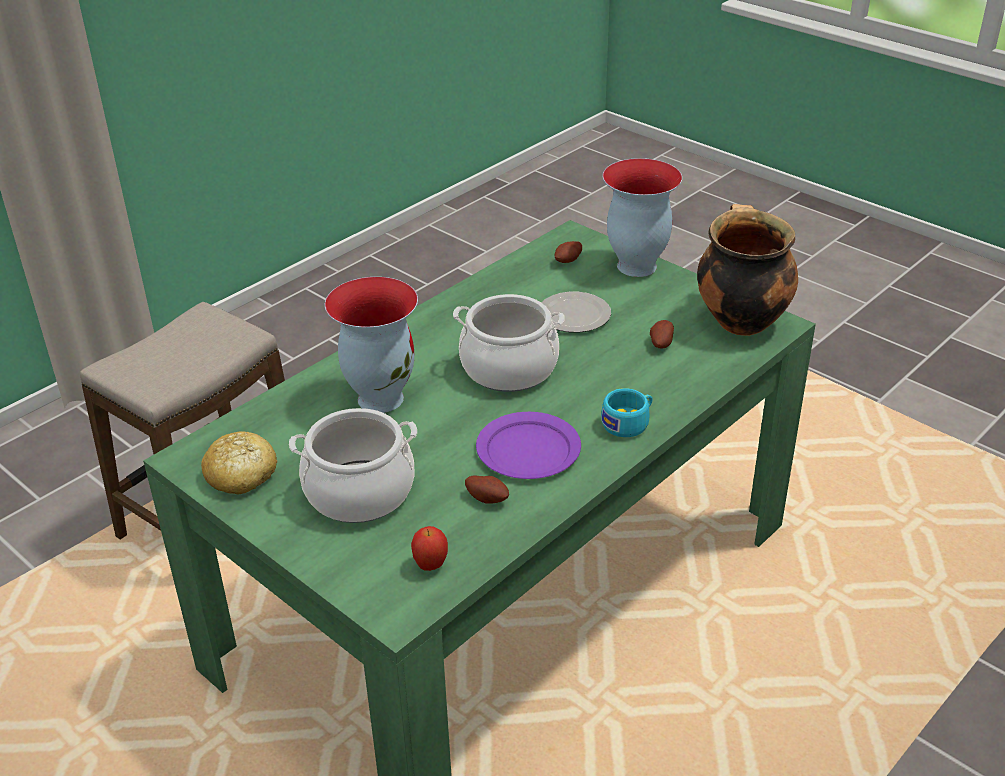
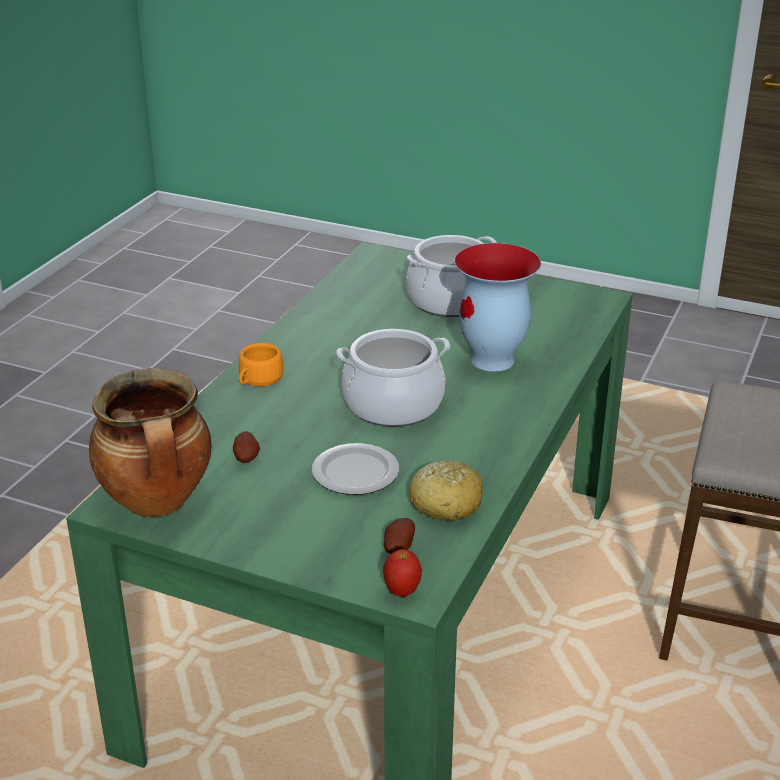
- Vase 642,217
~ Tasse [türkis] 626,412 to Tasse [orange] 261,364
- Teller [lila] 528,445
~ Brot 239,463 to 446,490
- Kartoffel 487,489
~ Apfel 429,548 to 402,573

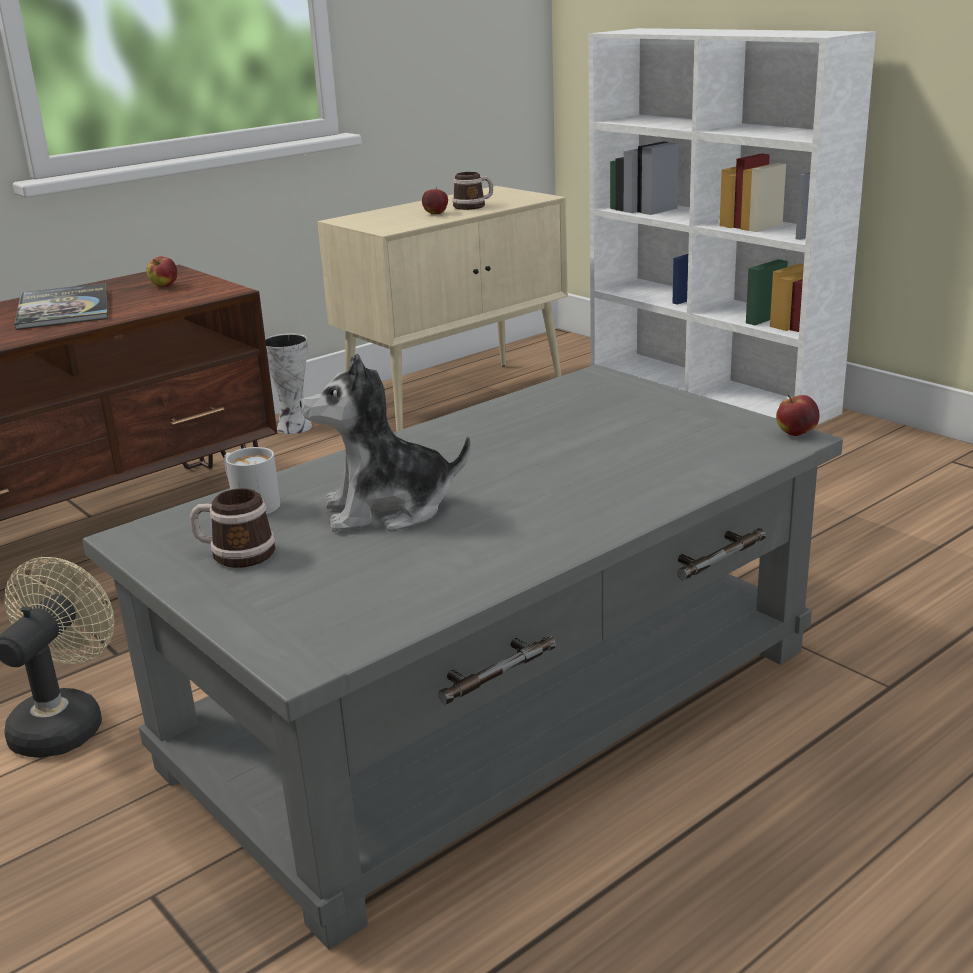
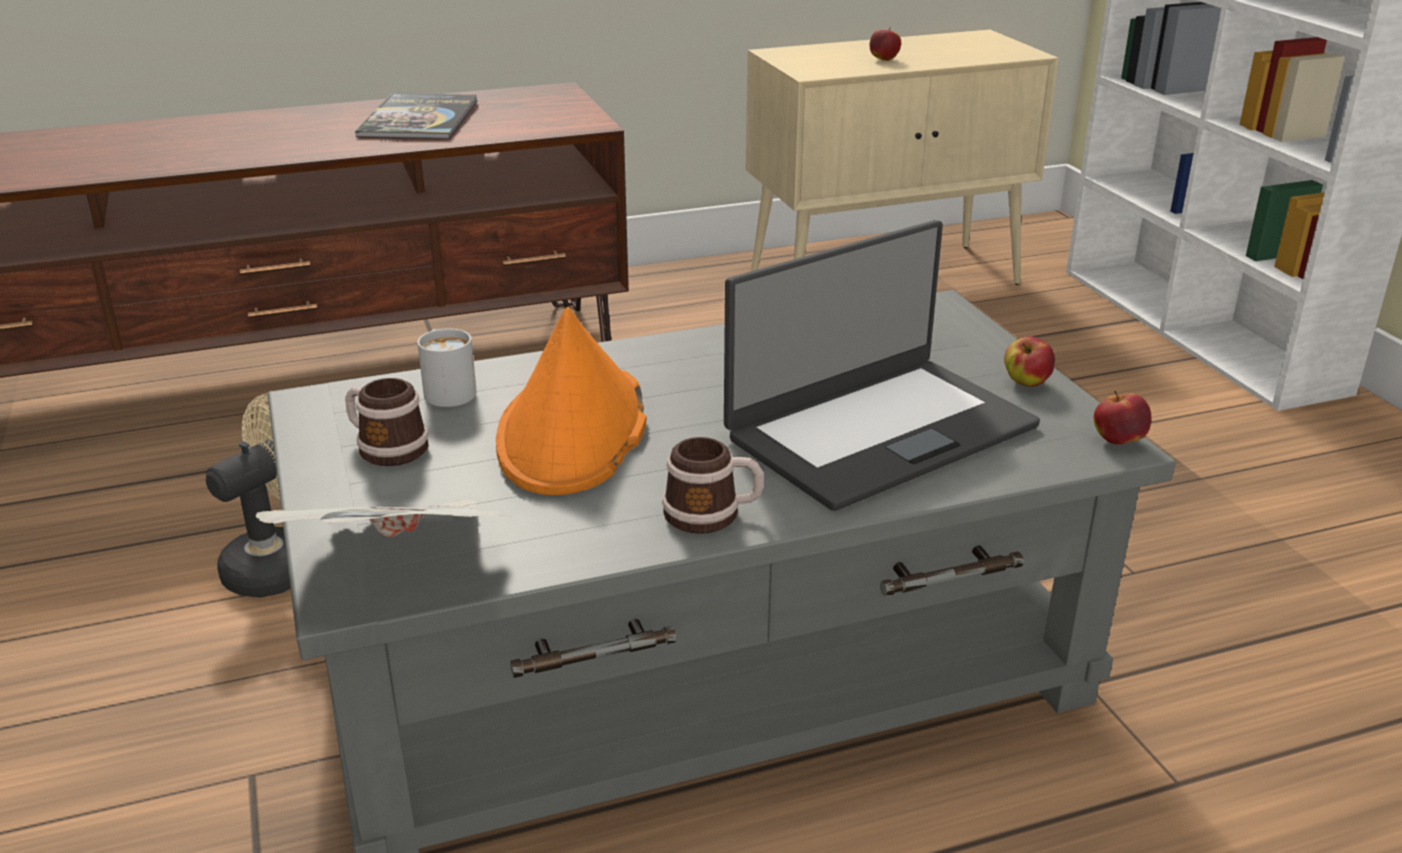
~ Henkelbecher 472,191 to 713,485
~ Apfel 161,271 to 1029,361
- Vase 288,383
~ Plüschtier 385,442 to Hut [orange] 571,401
+ Laptop 882,365
+ Zeitung 383,518

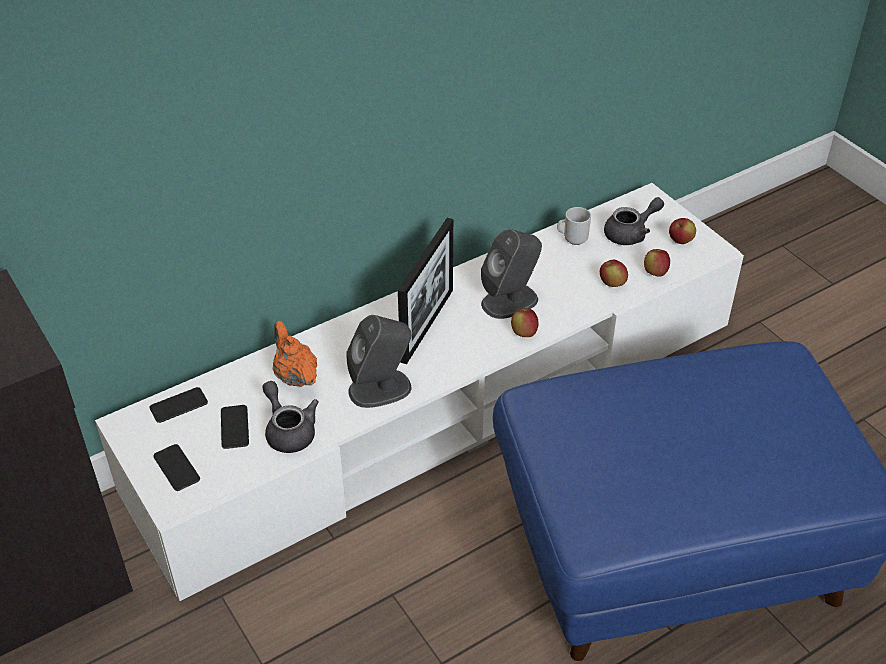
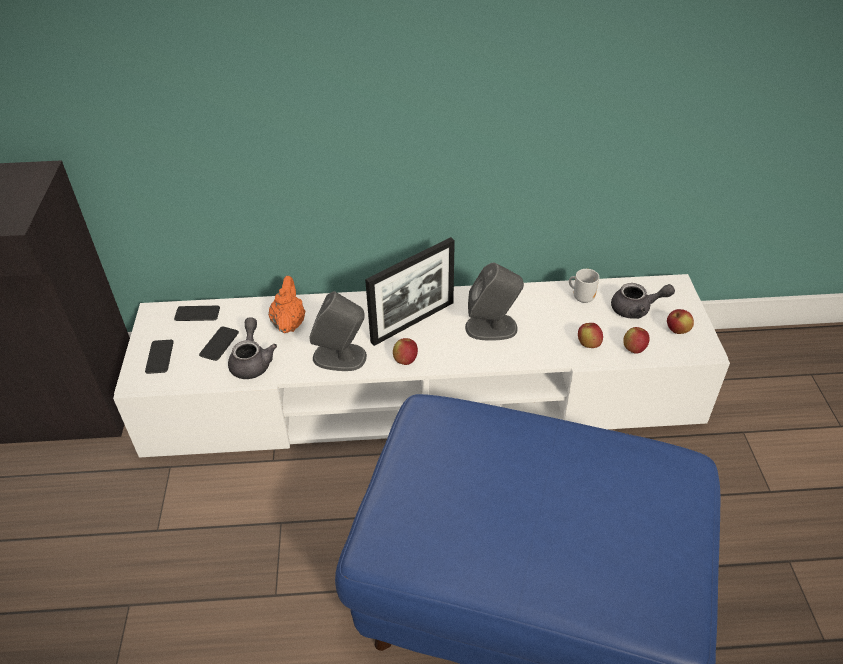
~ Apfel 525,322 to 405,351

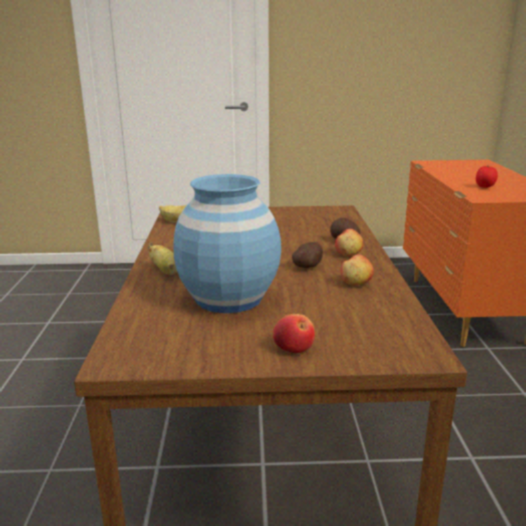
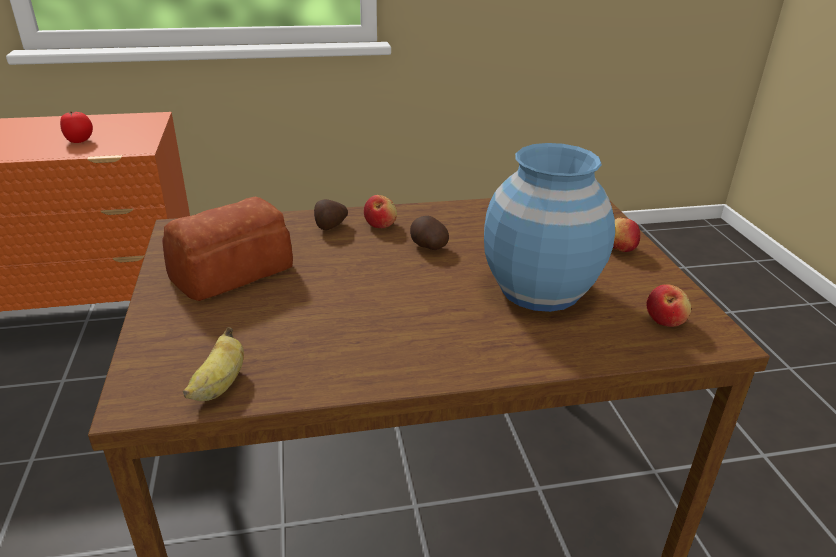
- Banane 162,258
~ Apfel 357,269 to 668,305
+ Brot 227,249

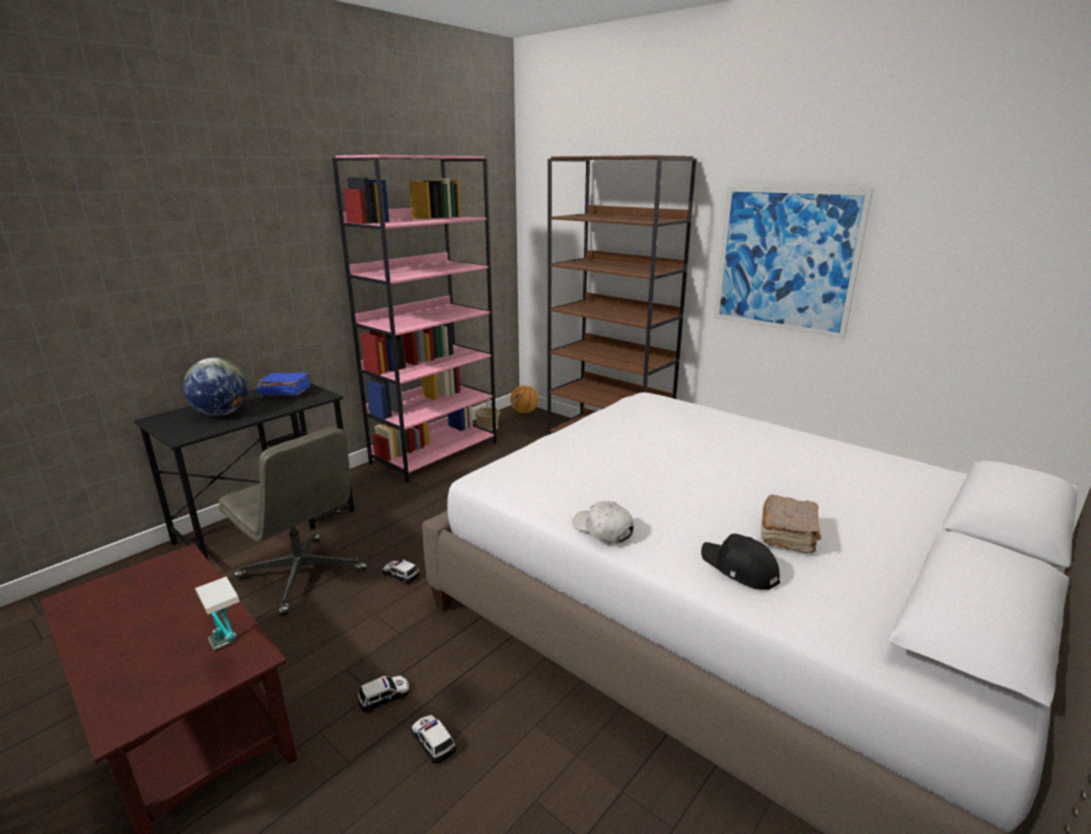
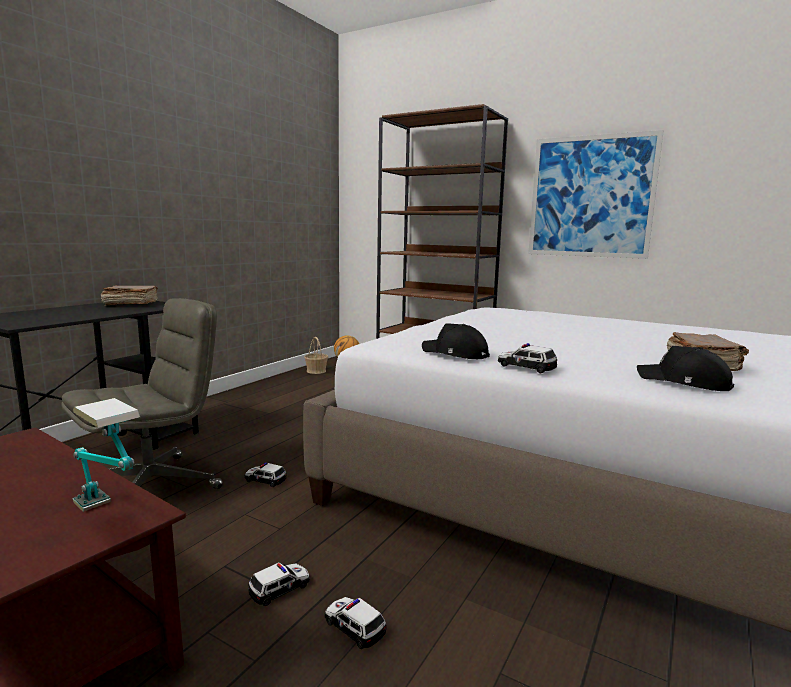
- Bücherregal [rosa] 414,319
- Globus 215,387
~ Buch [blau] 283,384 to Buch [braun] 129,296
~ Bürostuhl [grau] 293,521 = 142,393 75 degrees counterclockwise
~ Kappe [weiß] 603,522 to Spielzeugauto 527,358
+ Kappe [schwarz] 456,341

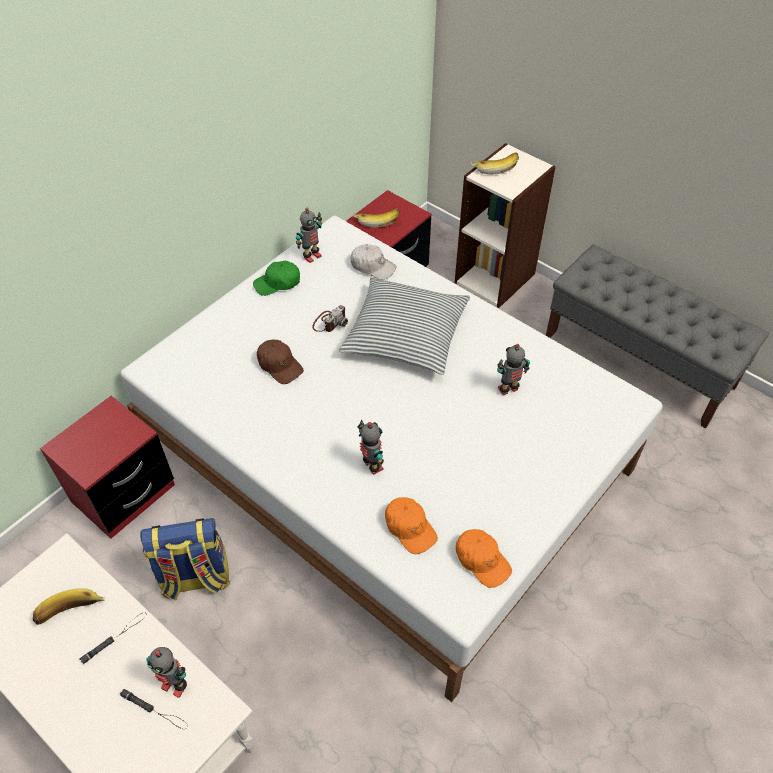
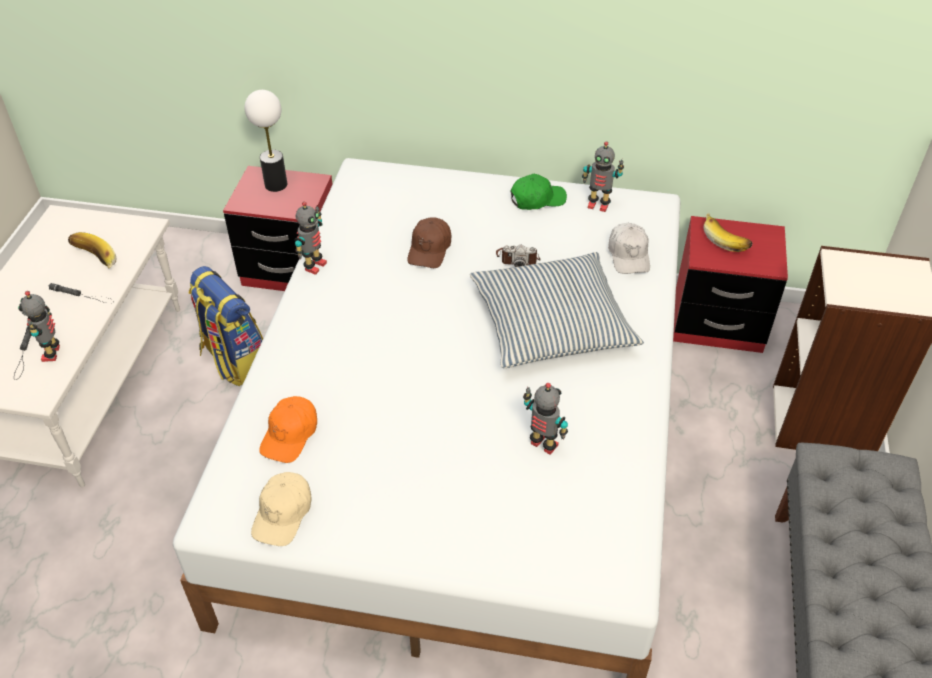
- Banane 495,163
~ Kappe [grün] 276,278 = 538,192 120 degrees clockwise
~ Spielzeugroboter 371,447 to 311,238
~ Kappe [orange] 484,558 to Kappe [beige] 281,509
+ Tischlampe 265,141

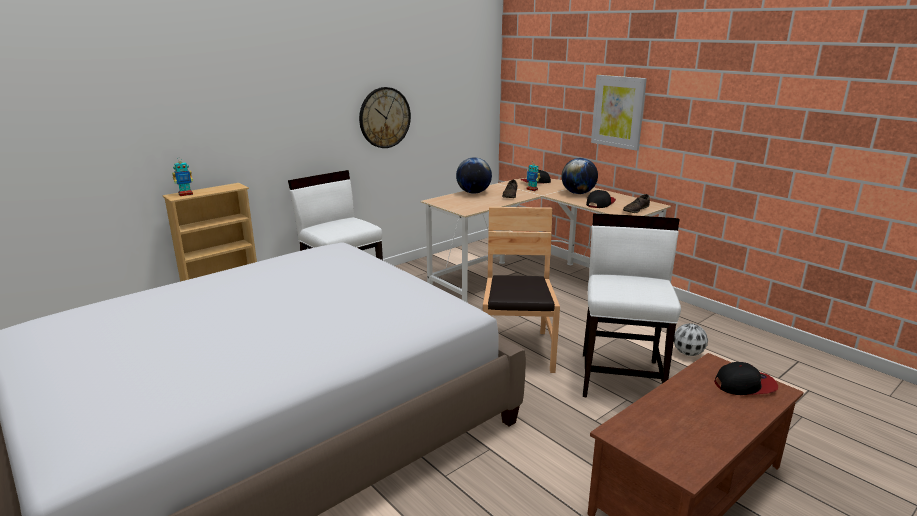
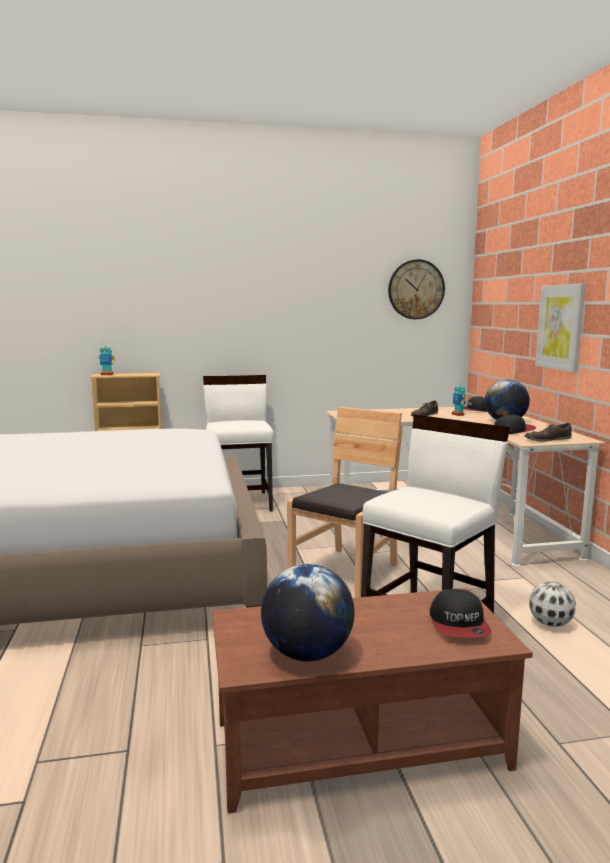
~ Wanduhr 385,117 to 416,289
~ Globus 474,175 to 307,613
~ Kappe 746,378 = 460,613 60 degrees clockwise

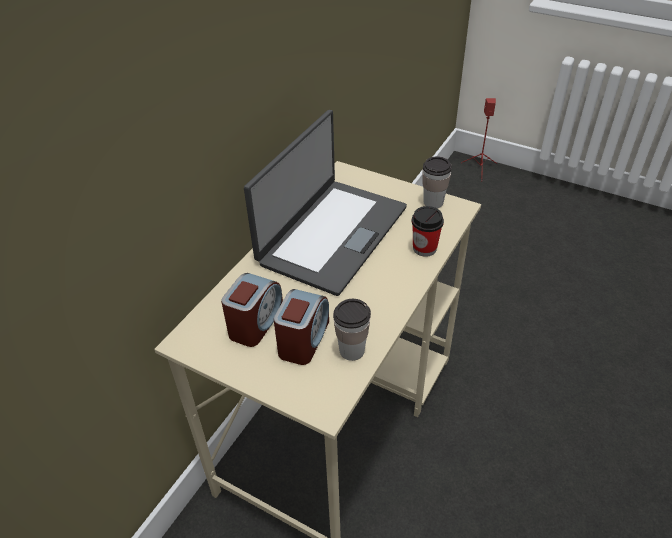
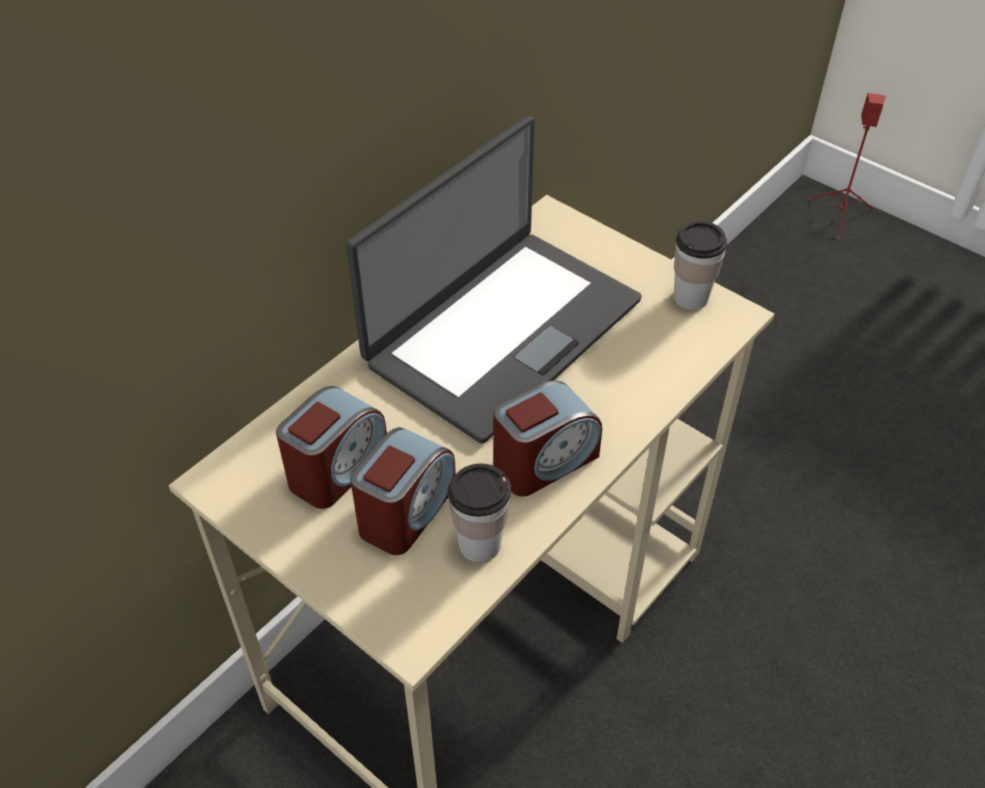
- Tasse 428,231
+ Wecker 547,438

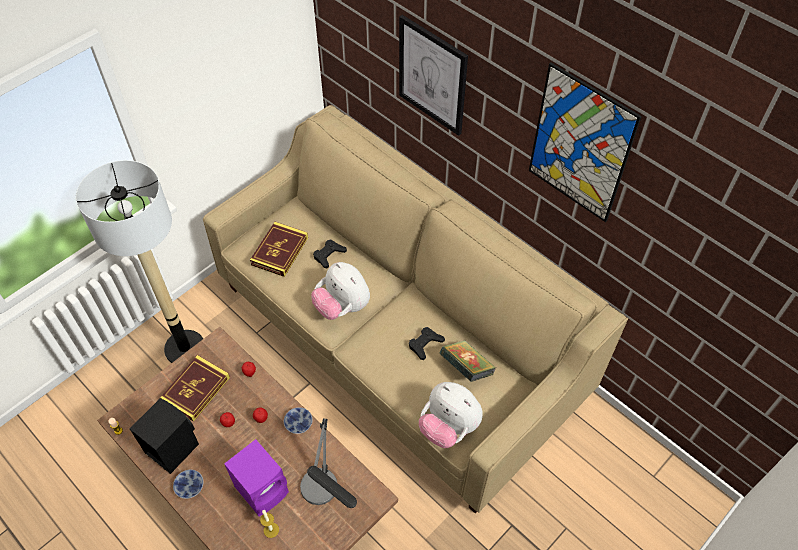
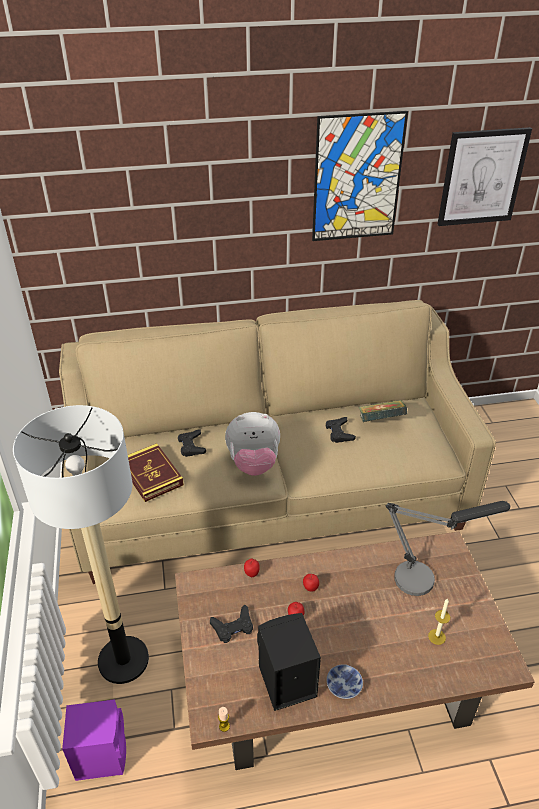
~ Bild 433,75 to 484,176
~ Buch 195,388 to Gamepad [schwarz] 231,624
- Plüschtier 451,415
- Schüssel 298,420
~ Lautsprecher [lila] 256,477 to 94,740

